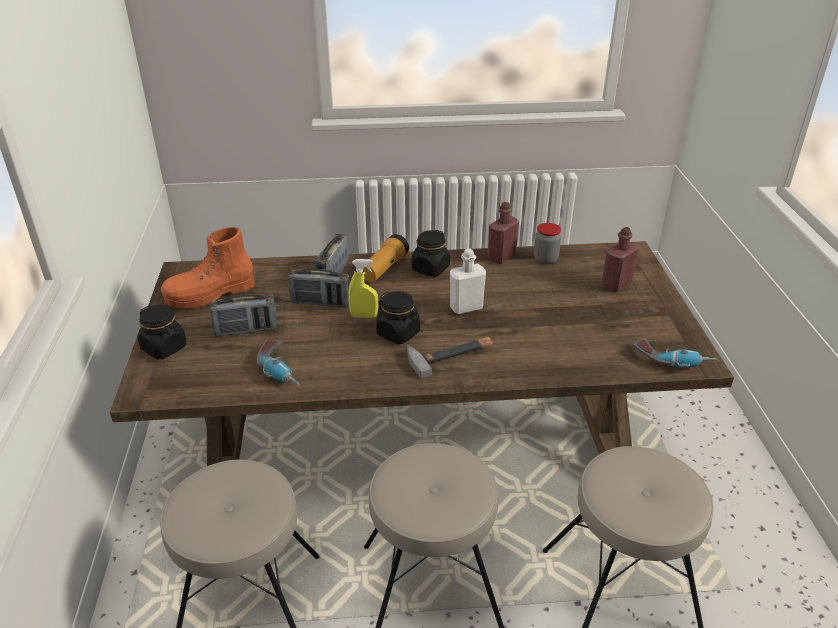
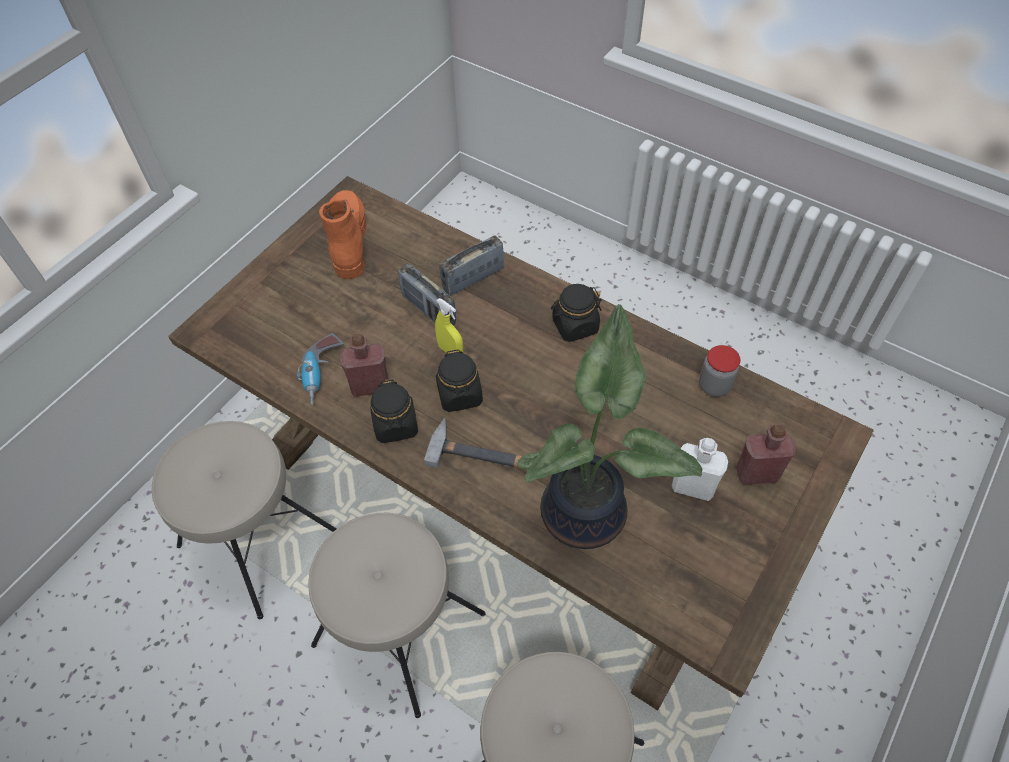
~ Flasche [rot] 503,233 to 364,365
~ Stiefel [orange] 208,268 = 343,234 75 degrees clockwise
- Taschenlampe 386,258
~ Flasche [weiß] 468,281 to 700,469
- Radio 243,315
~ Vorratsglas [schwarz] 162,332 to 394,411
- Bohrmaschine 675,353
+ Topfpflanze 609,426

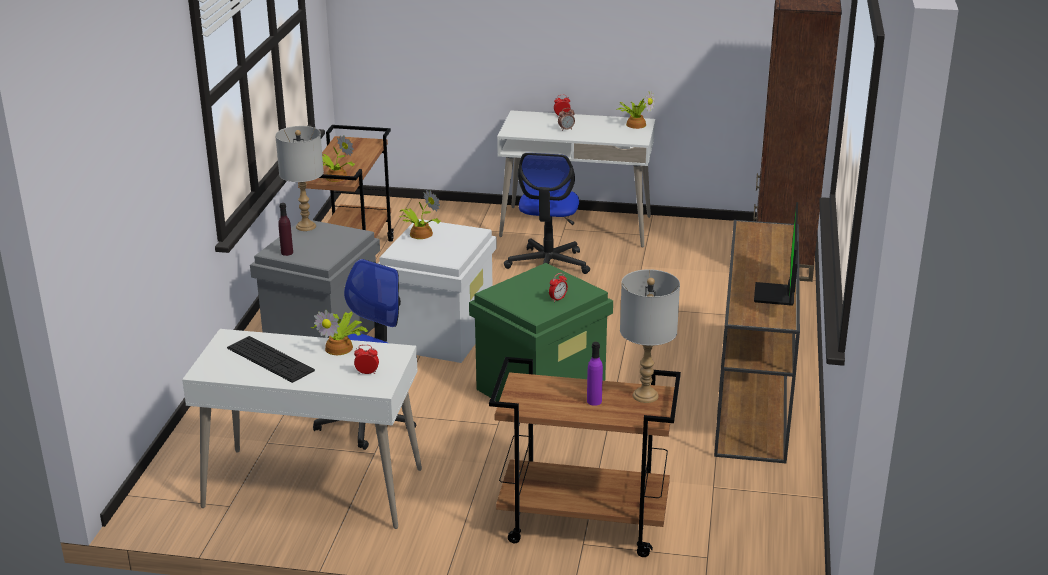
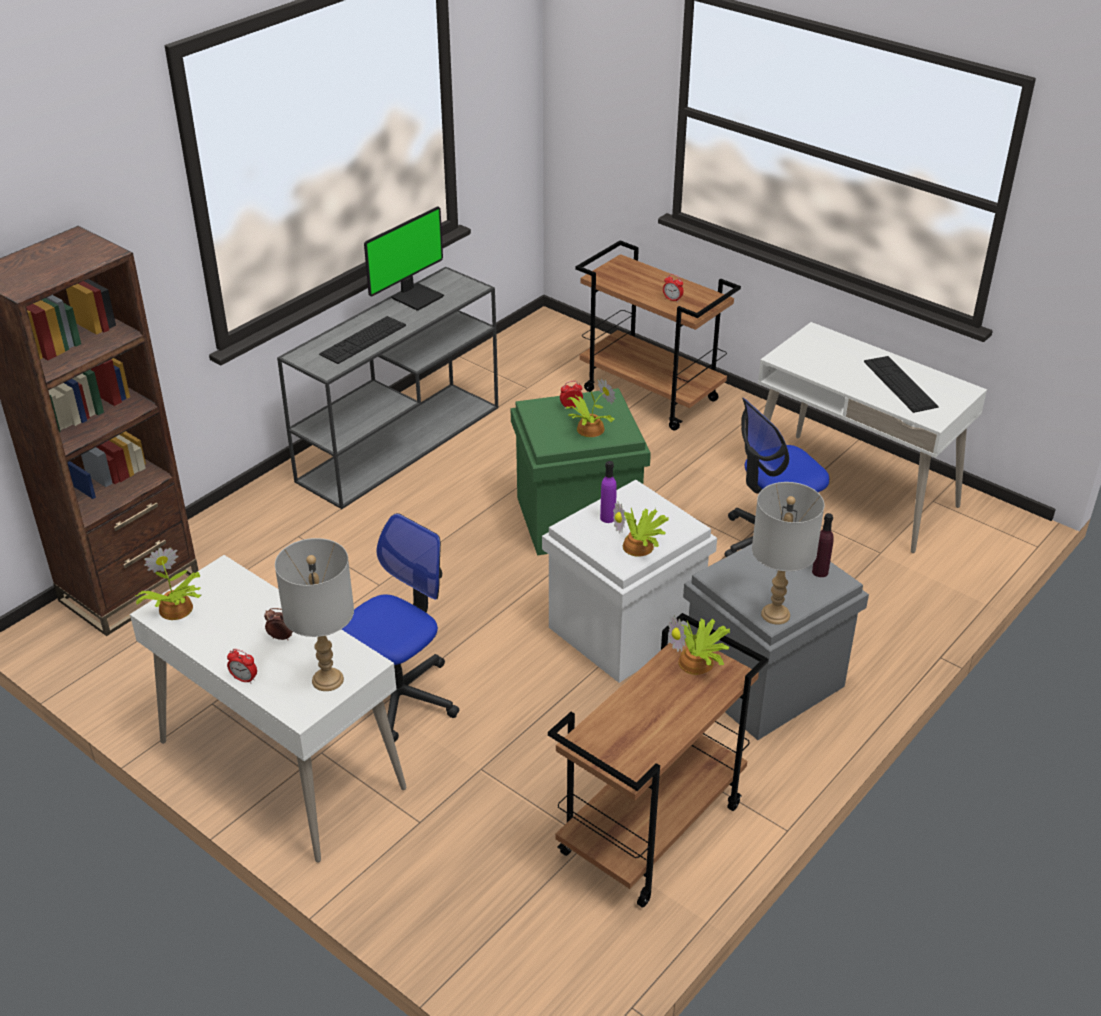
~ Konsolentisch [braun] 757,341 to Konsolentisch [grau] 387,388
~ Tischlampe [grau] 650,336 to 314,614
~ Topfpflanze 339,332 to 591,407
~ Flasche [lila] 595,374 to 608,492
~ Wecker 366,359 to 673,288
+ Tastatur 362,340

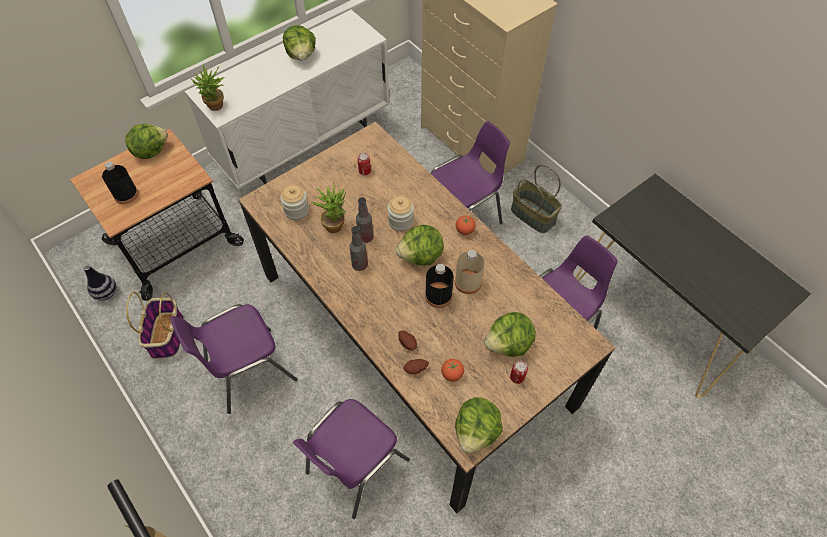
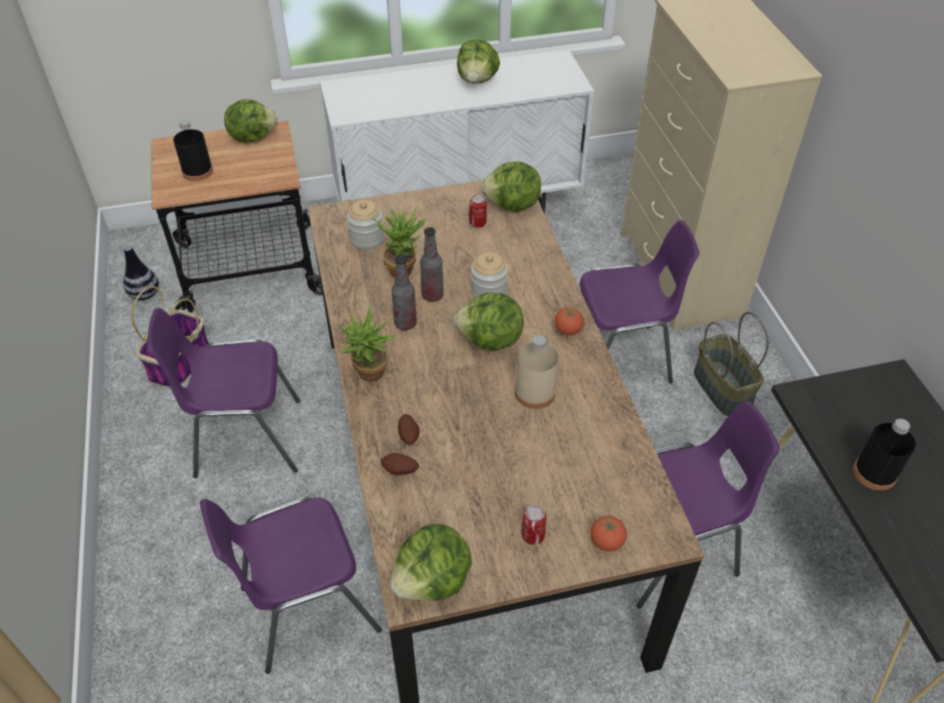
~ Topfpflanze 207,87 to 367,343
~ Flasche [schwarz] 439,286 to 884,455
~ Salatkopf 510,334 to 511,187
~ Tomate 452,370 to 608,533

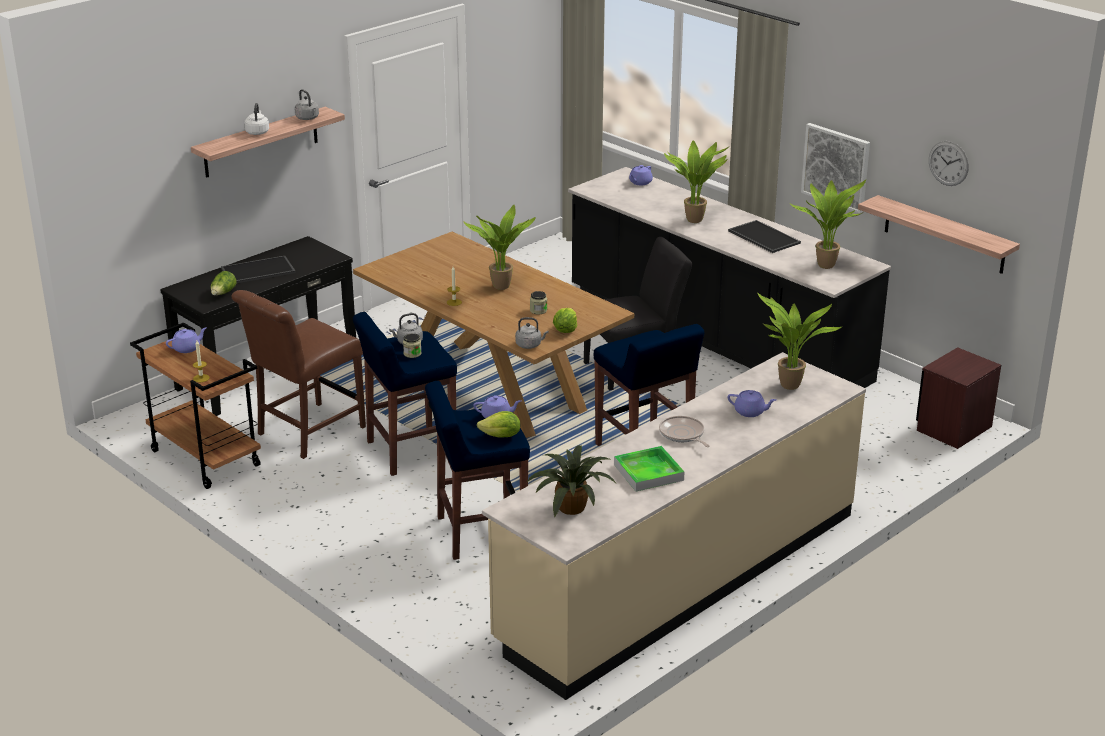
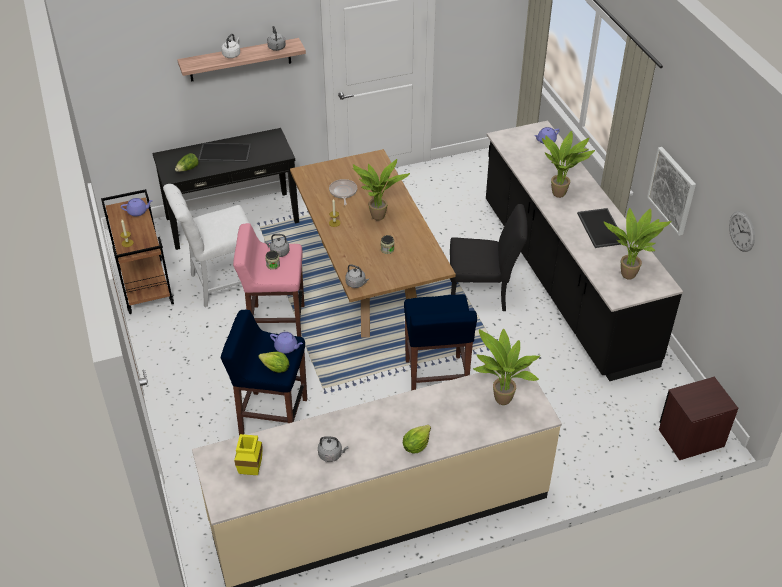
- Wandregal 939,234
~ Stuhl [braun] 298,374 to Stuhl [weiß] 209,245
~ Salatkopf 565,320 to 417,439
~ Hocker [blau] 405,394 to Hocker [rosa] 268,280
- Teekanne [lila] 752,403
~ Pfanne 684,431 to 343,192
~ Topfpflanze 571,481 to Vase [gelb] 248,454
~ Tablett 649,469 to Wasserkessel [grau] 333,449

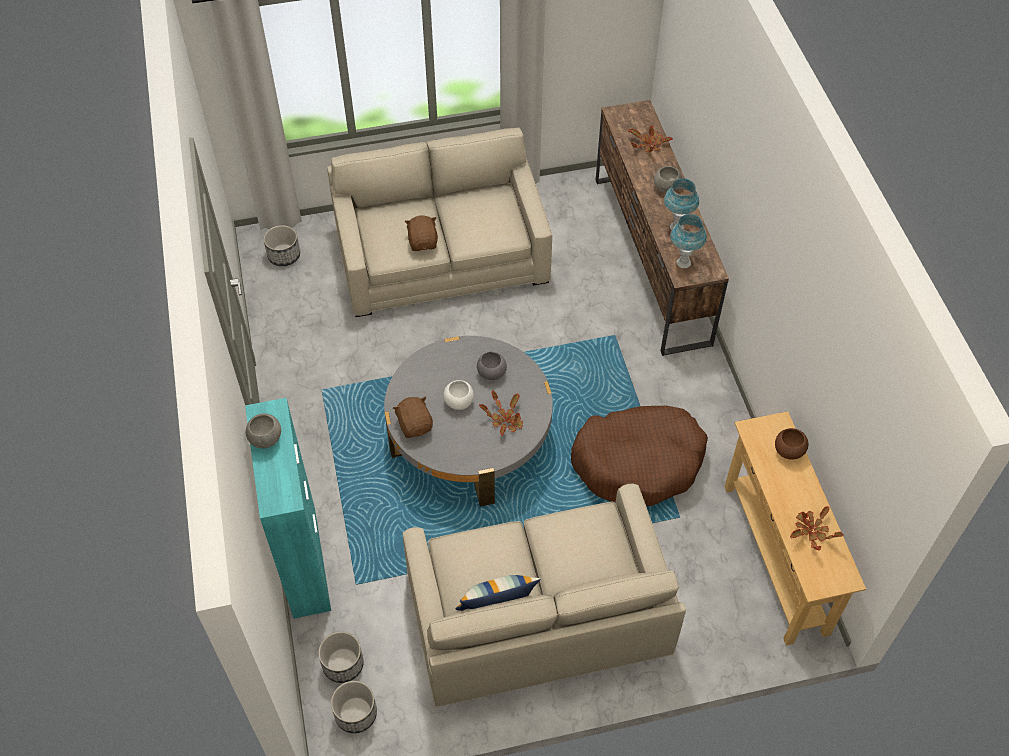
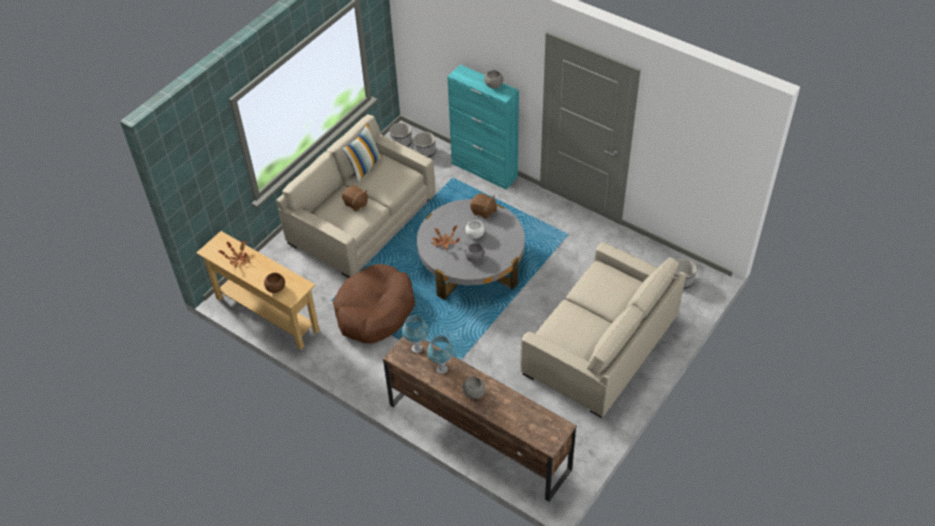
- Topfpflanze 650,139
~ Plüschtier [braun] 421,233 to 355,198

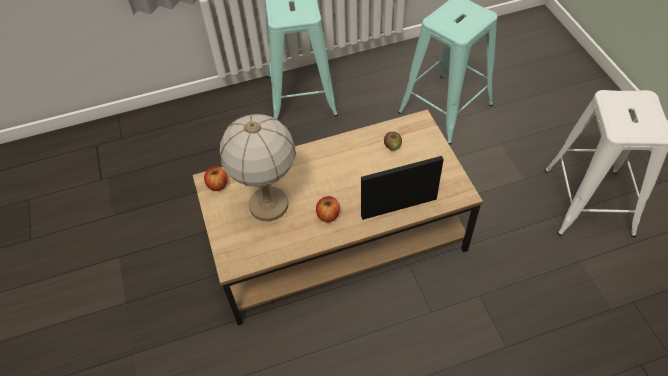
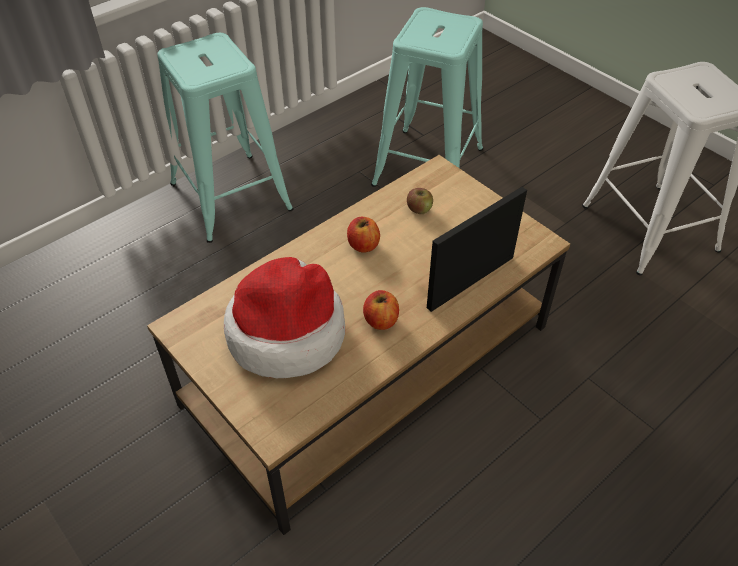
~ Tischlampe 258,167 to Hut 284,317
~ Apfel 216,178 to 363,235

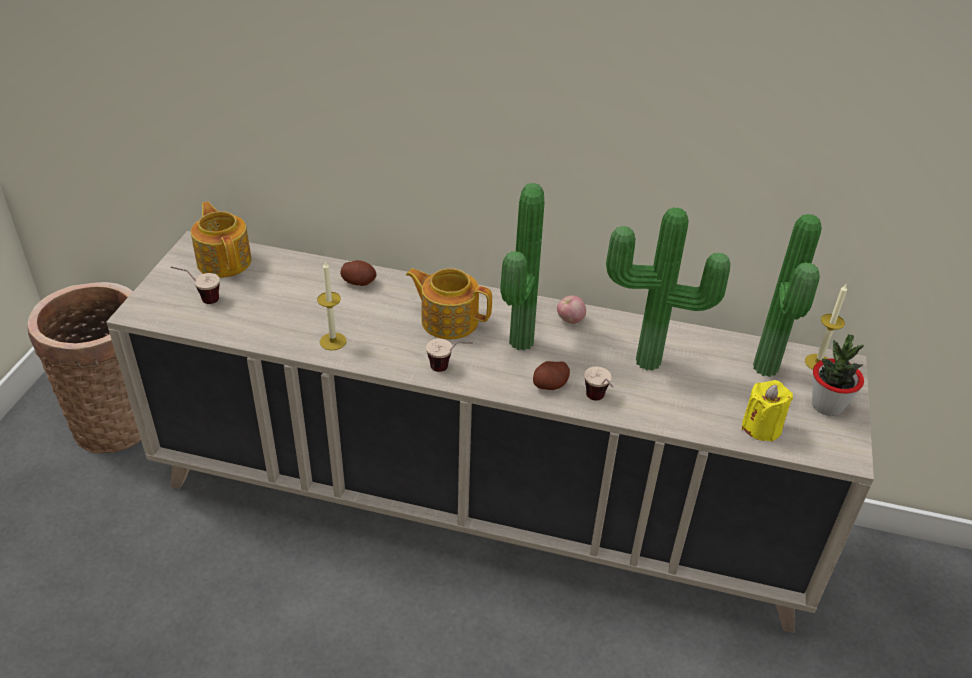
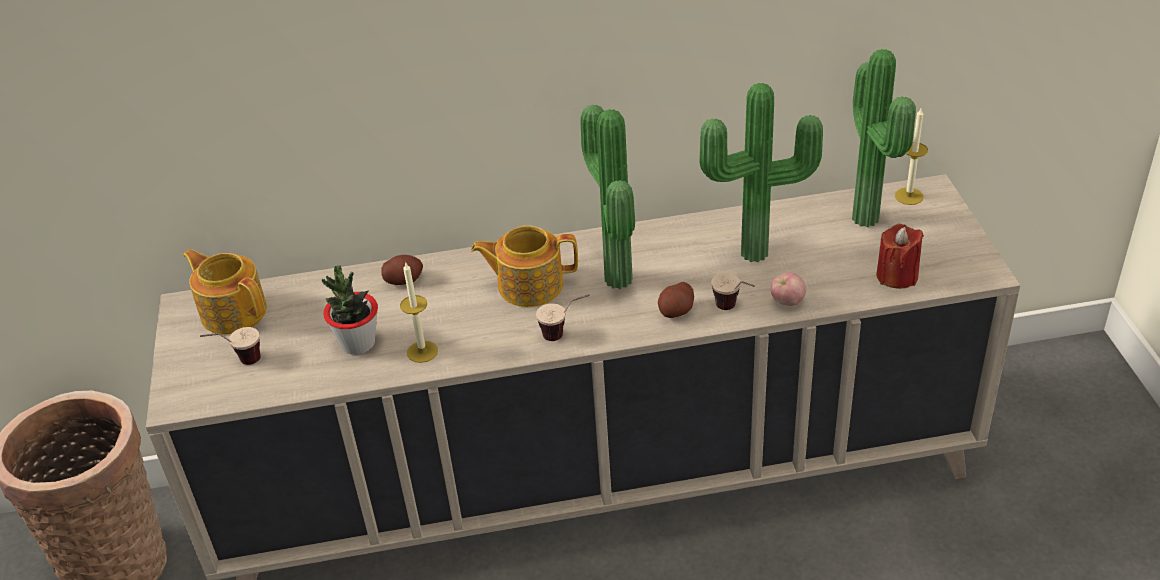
~ Apfel 571,310 to 788,289
~ Topfpflanze 838,375 to 350,310
~ Kerze [gelb] 767,411 to Kerze [rot] 900,256

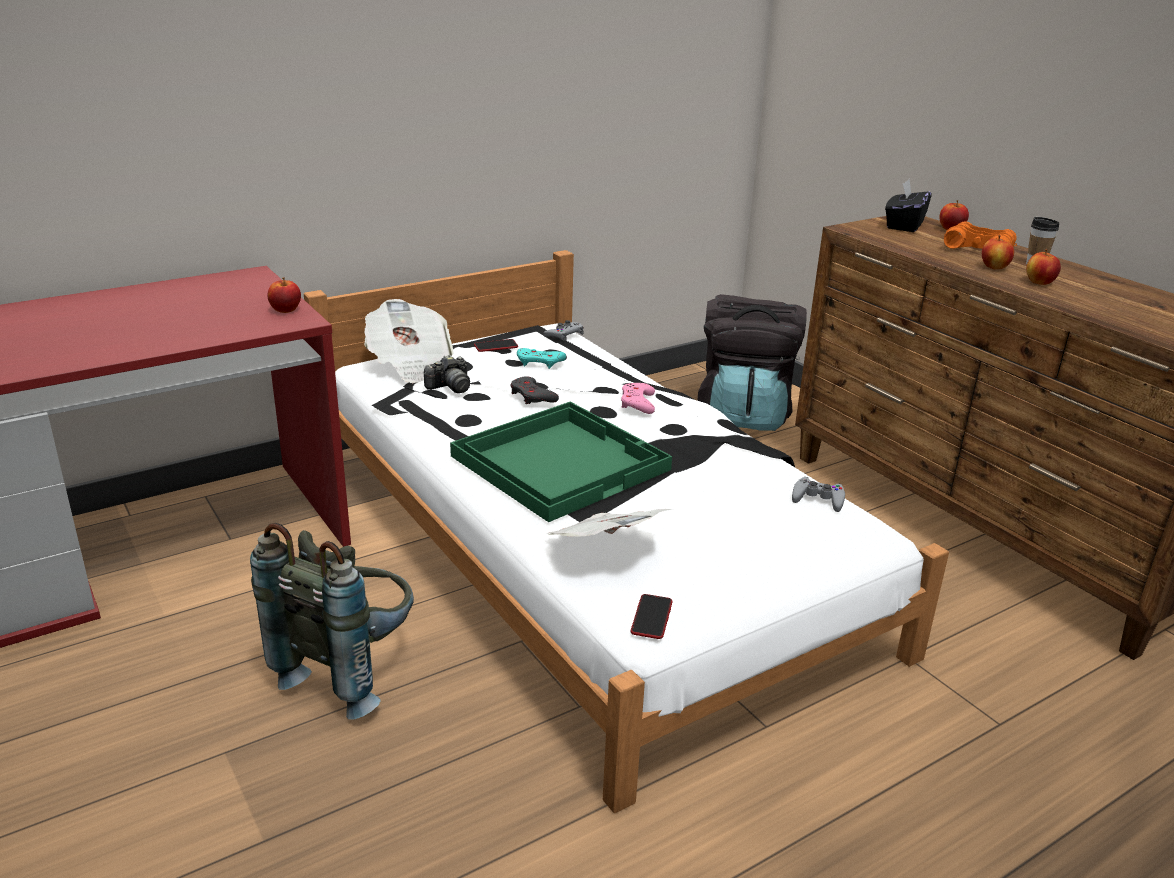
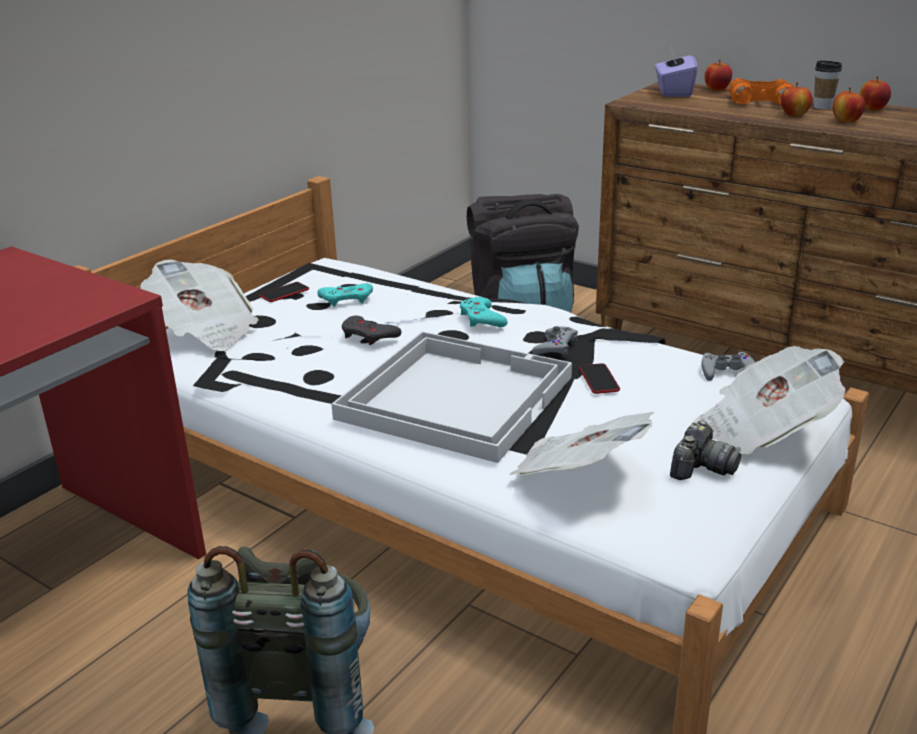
~ Taschentuchbox [schwarz] 908,205 to Taschentuchbox [lila] 676,72
~ Apfel 284,295 to 875,93
~ Gamepad [grau] 564,330 to 555,340
~ Kamera 447,374 to 705,450
~ Gamepad [rosa] 638,398 to Gamepad [türkis] 484,312
~ Tablett [grün] 561,462 to Tablett [weiß] 451,397
~ Handy 651,616 to 599,378
+ Zeitung 770,400

